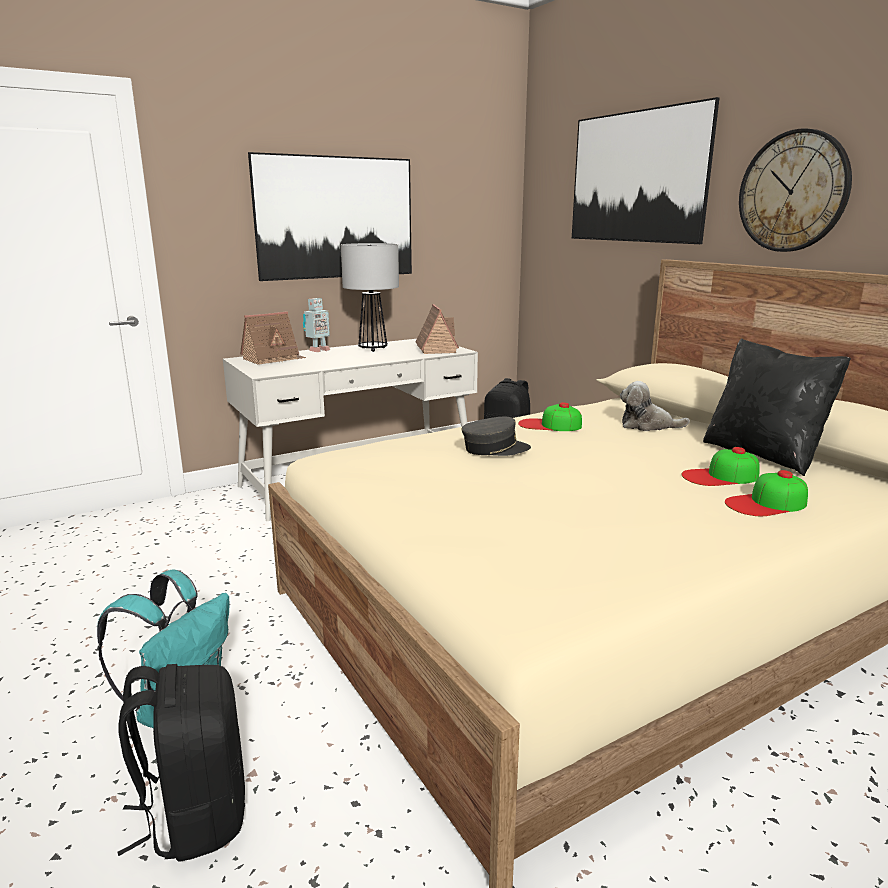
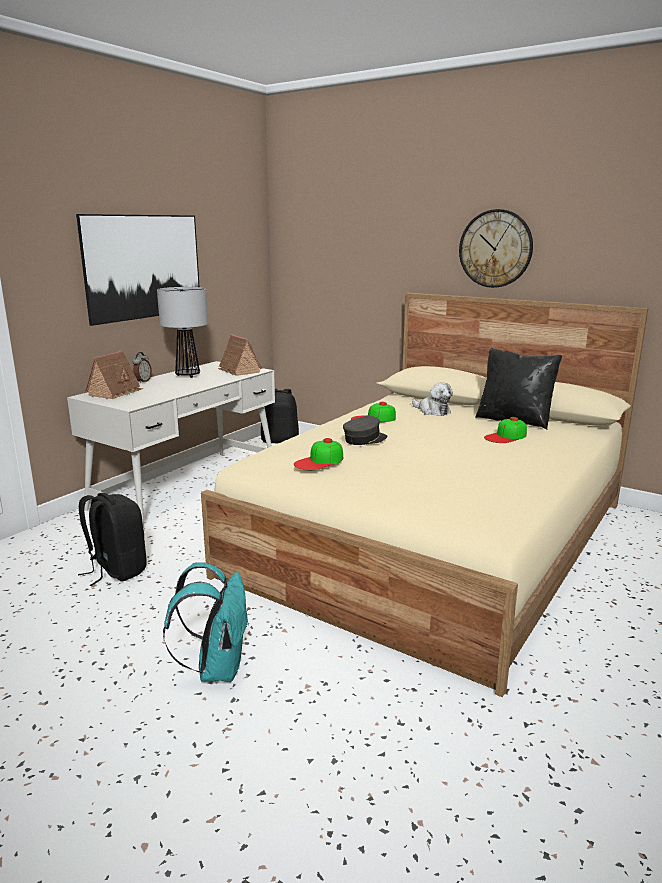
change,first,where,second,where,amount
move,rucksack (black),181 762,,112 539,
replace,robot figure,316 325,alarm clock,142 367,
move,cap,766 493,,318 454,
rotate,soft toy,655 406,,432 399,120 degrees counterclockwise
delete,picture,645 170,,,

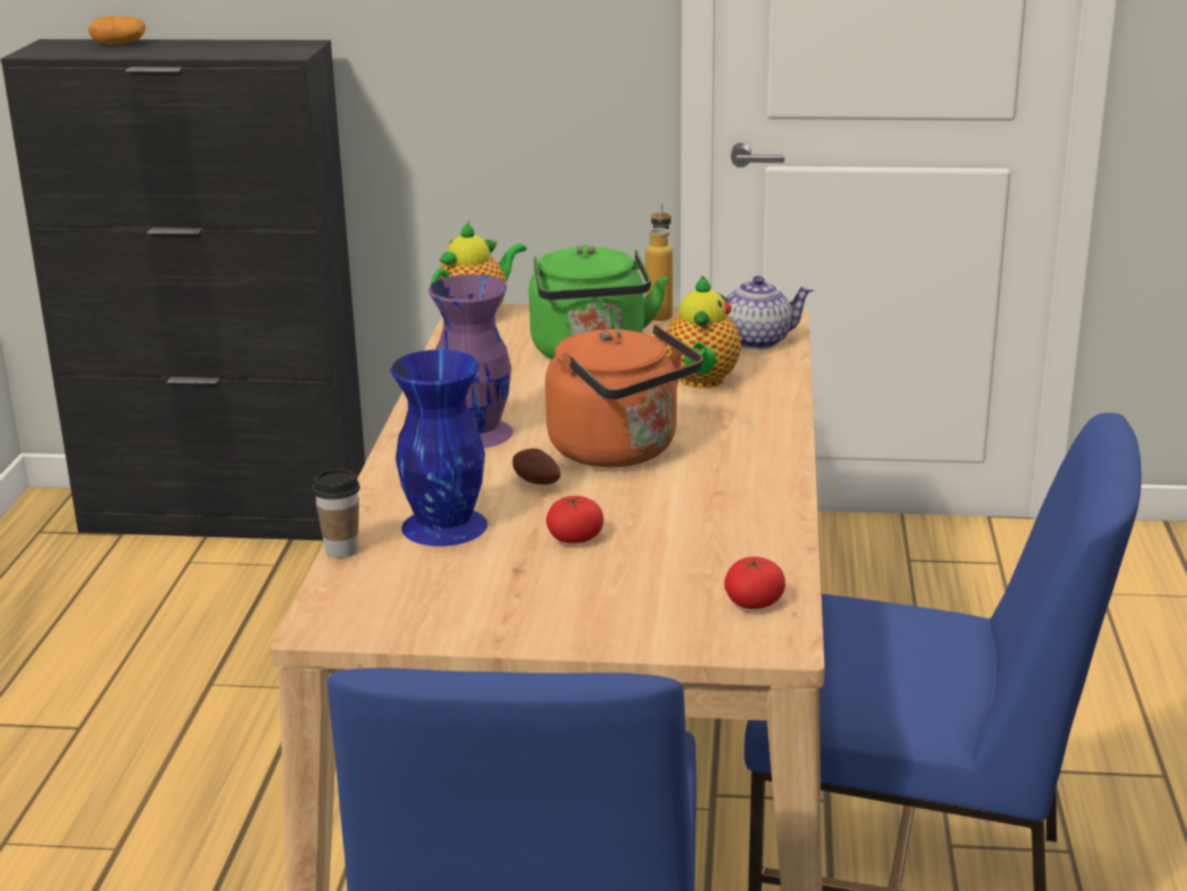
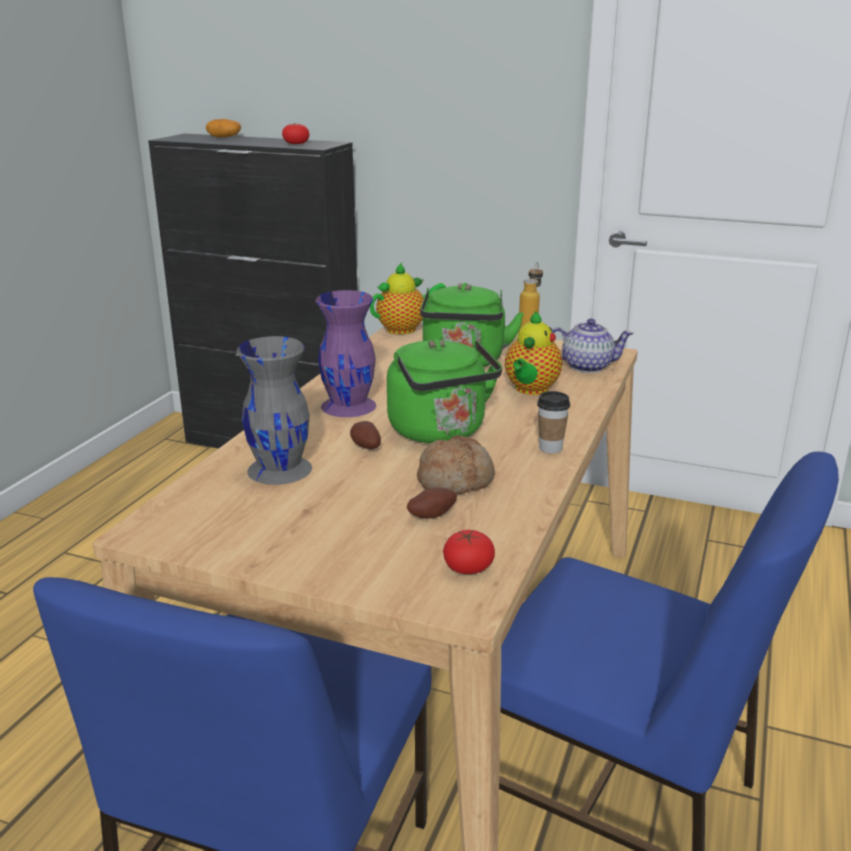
change,first,where,second,where,amount
recolor,flower vase (blue),439 448,flower vase (grey),274 410,
move,tomato,575 519,,295 133,
recolor,water kettle (orange),624 395,water kettle (greenish),444 391,
insert,,,spud,432 503,
insert,,,bread,456 464,
move,cup,336 513,,553 422,

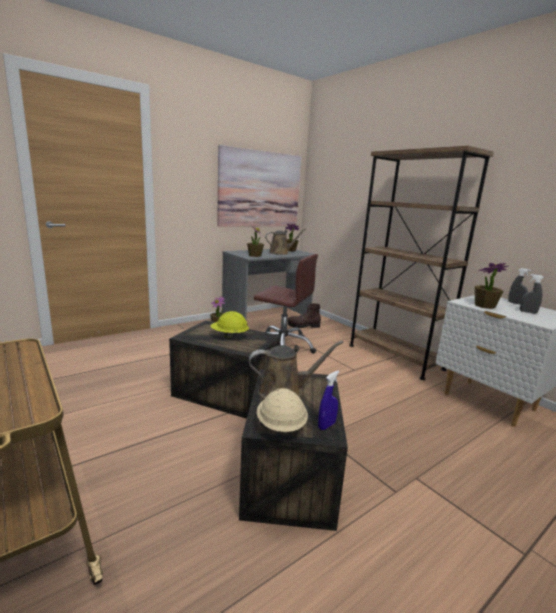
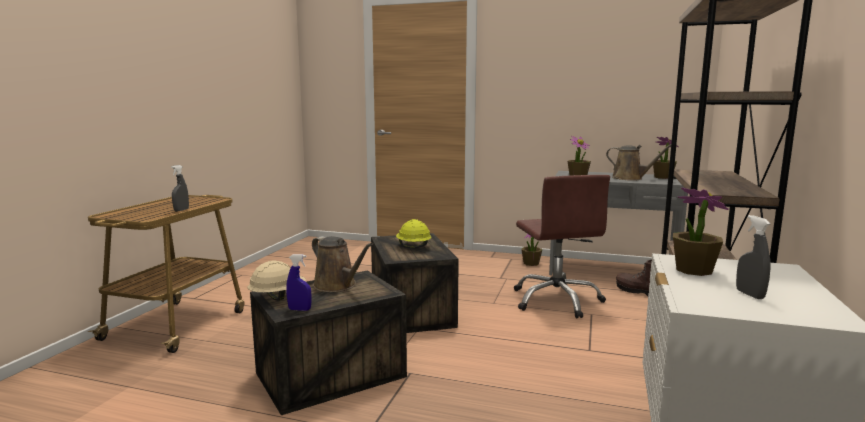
change,first,where,second,where,amount
move,sprayer (grey),519 286,,180 188,
delete,picture,259 186,,,

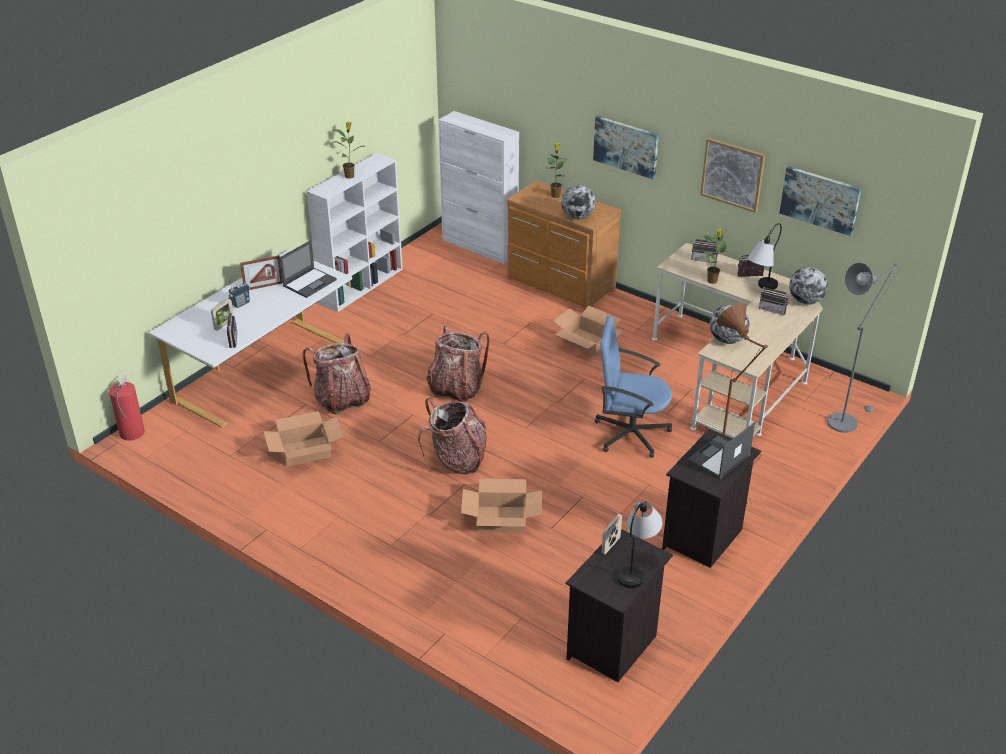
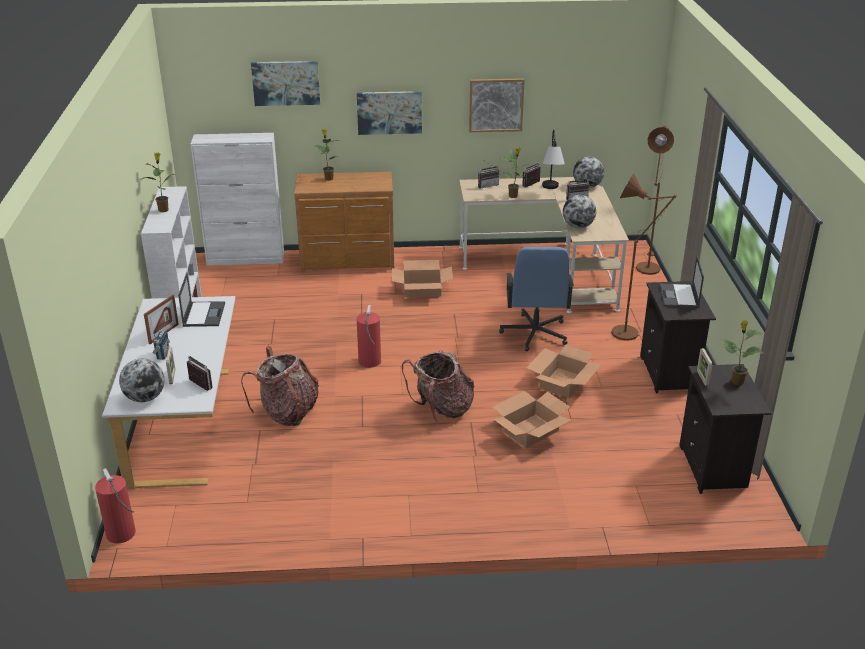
change,first,where,second,where,amount
move,globe,578 202,,142 380,
move,picture,820 201,,285 83,
replace,rucksack,458 364,fire extinguisher,369 336,
rotate,computer chair (blue),633 387,,536 299,60 degrees counterclockwise
move,cardboard box,303 439,,564 371,
recolor,standard lamp (grey),863 348,standard lamp (brownish),655 200,
replace,tabletop lamp,640 544,houseplant,742 352,

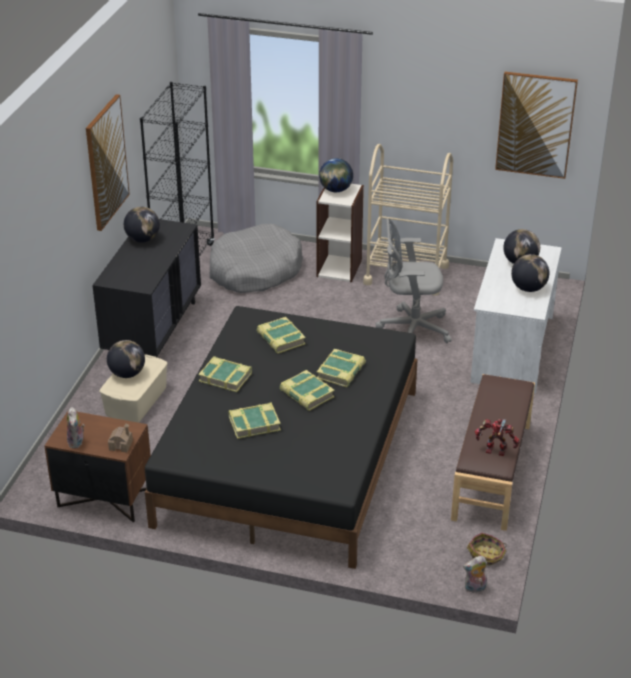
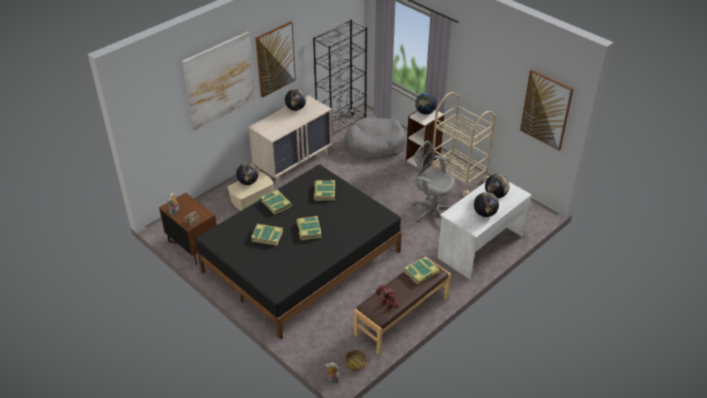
change,first,where,second,where,amount
insert,,,picture,219 80,
recolor,dresser (black),146 288,dresser (beige),290 139,
move,book,341 368,,422 270,

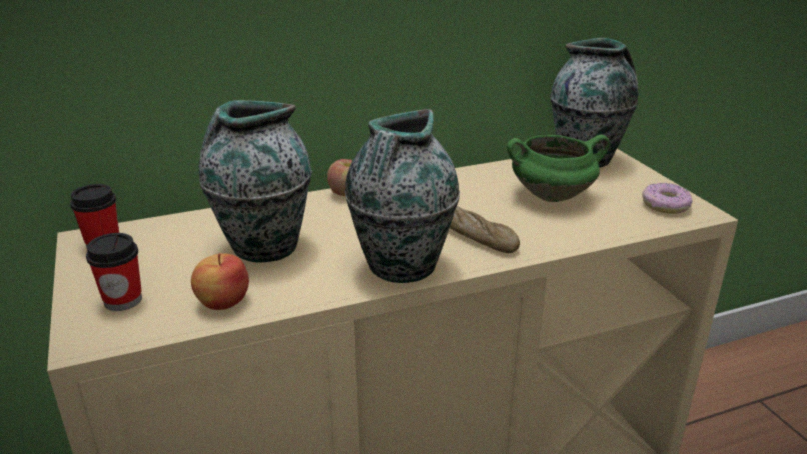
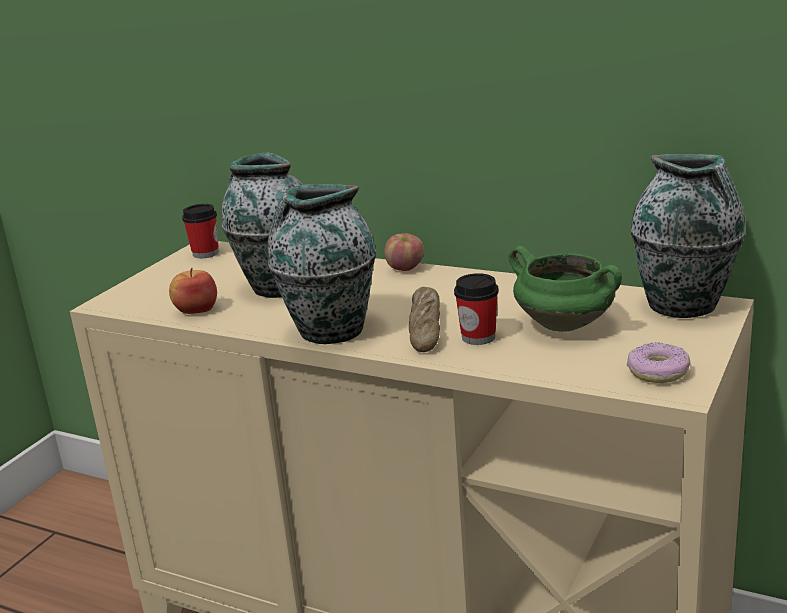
change,first,where,second,where,amount
move,cup,114 272,,476 309,

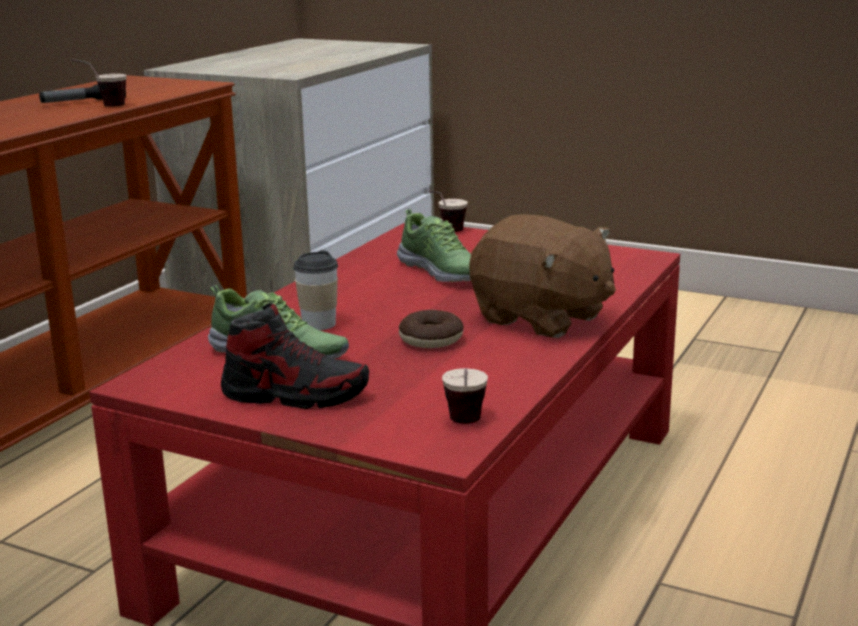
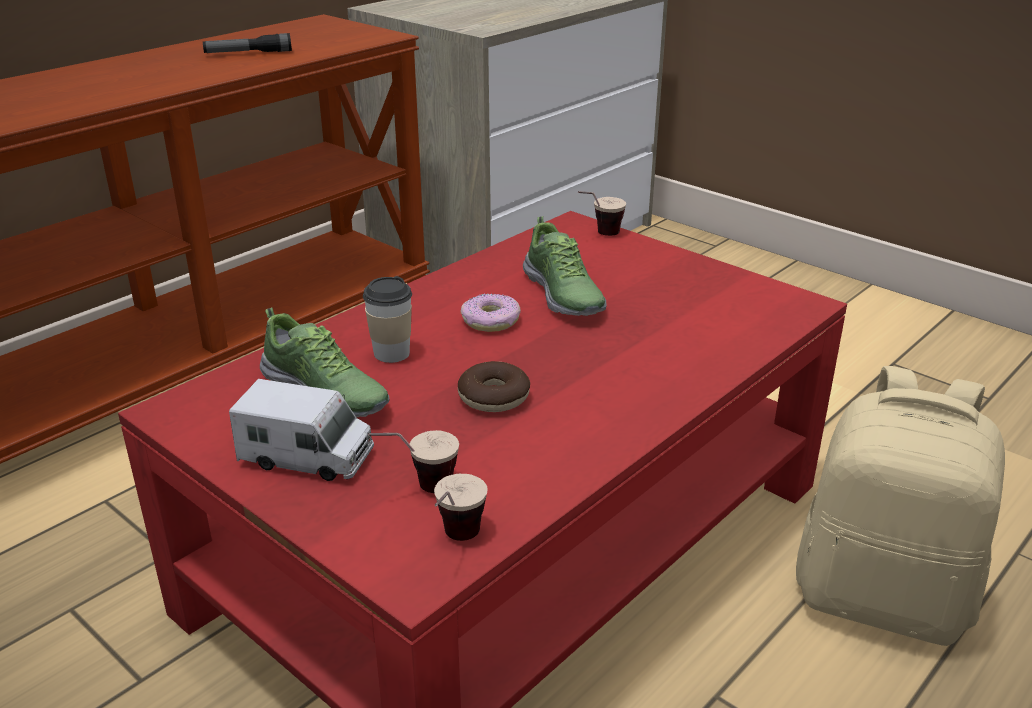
change,first,where,second,where,amount
replace,low shoe,295 356,model truck,301 430,
move,cup,99 82,,413 461,
insert,,,ring doughnut,491 312,
insert,,,rucksack (beige),900 506,
delete,soft toy (brownish),542 276,,,

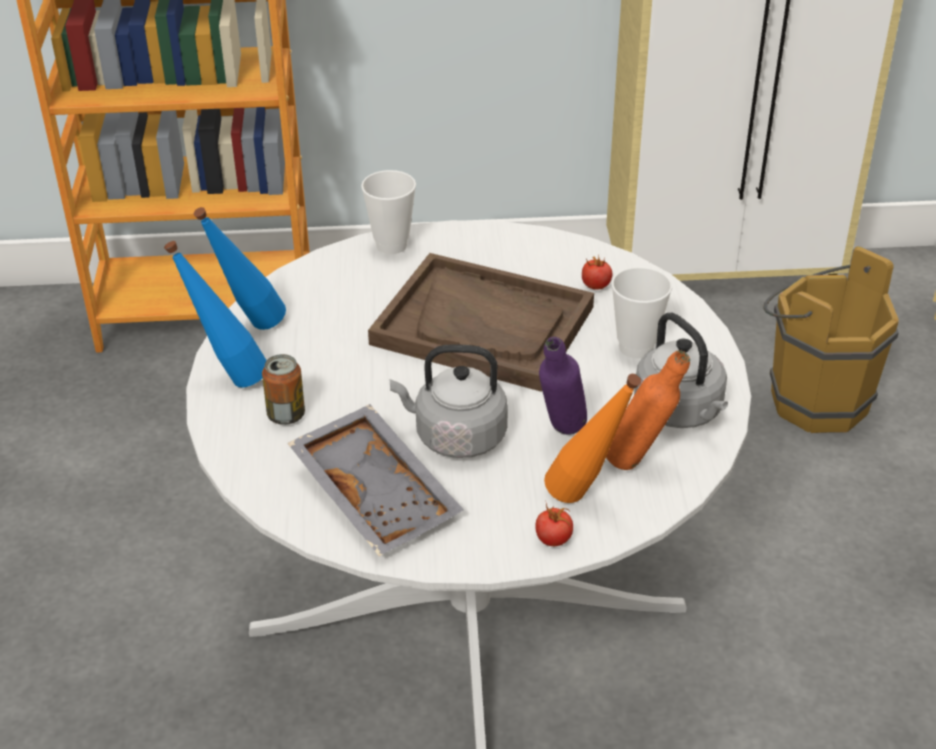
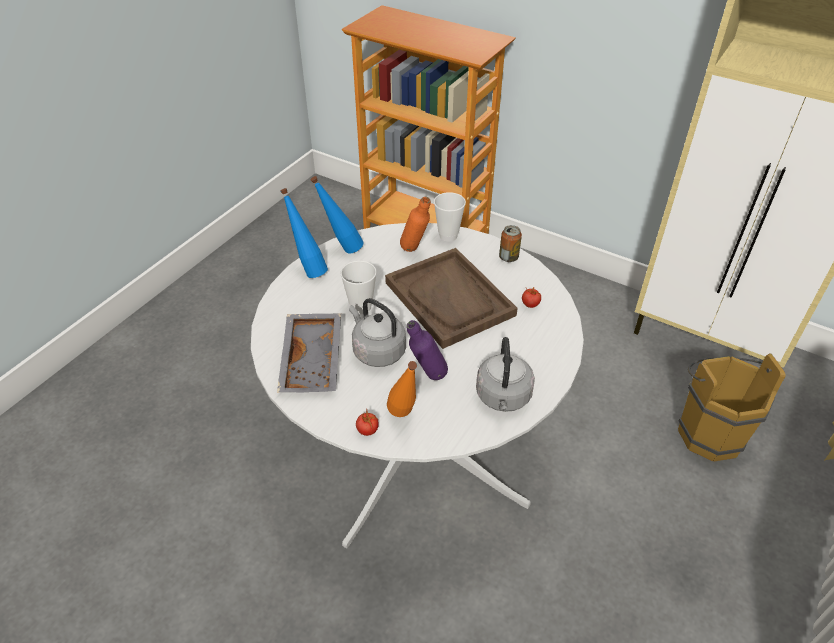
change,first,where,second,where,amount
move,cup,642 313,,359 287,
move,drink bottle (orange),648 410,,415 224,
move,metal can,283 389,,510 243,

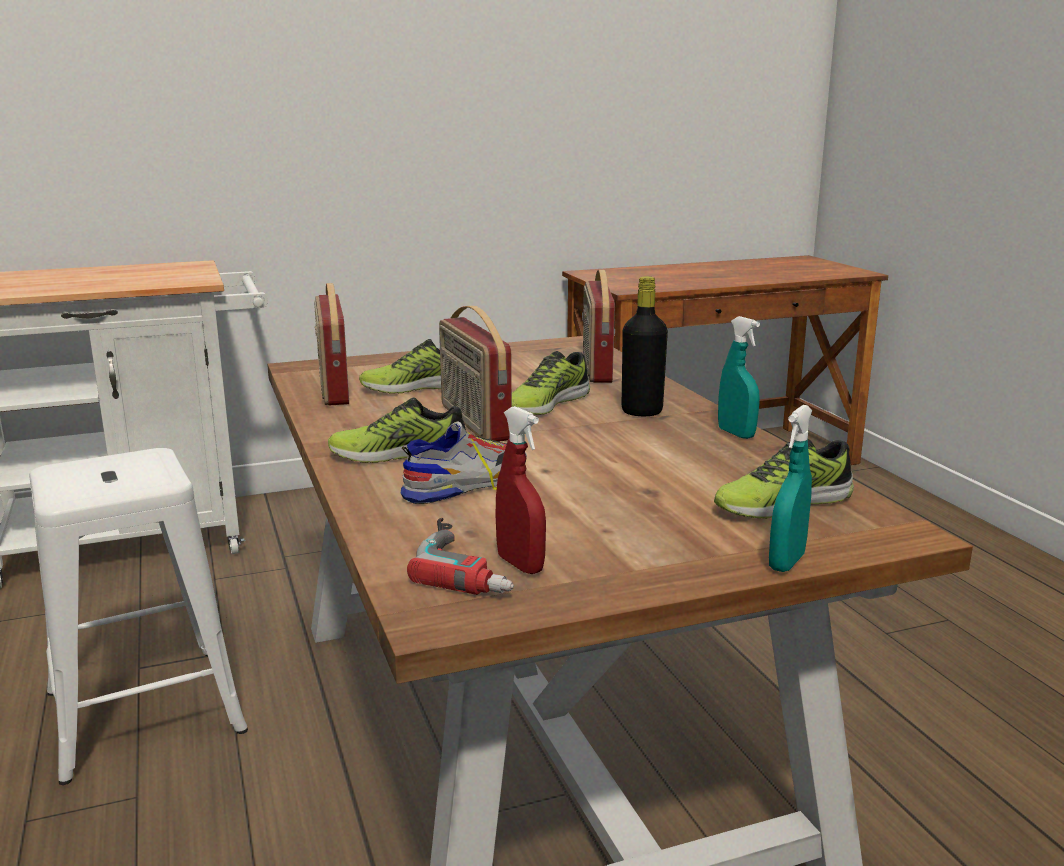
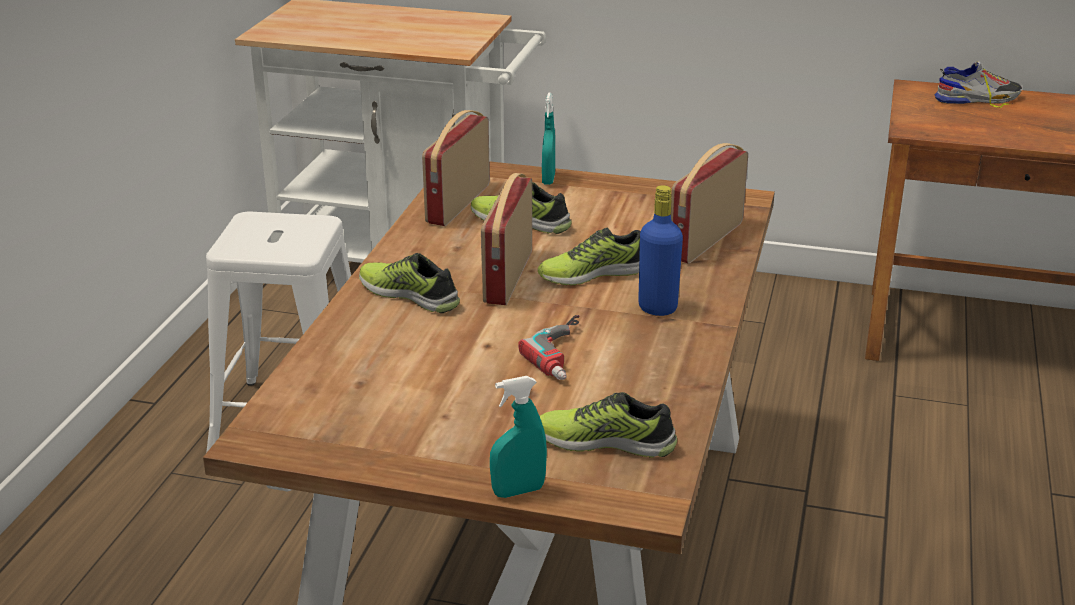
change,first,where,second,where,amount
move,drill,460 556,,549 347,
move,sprayer (turquoise-coloured),739 377,,548 139,
recolor,drink bottle (black),645 346,drink bottle (blue),660 250,
move,low shoe,464 463,,978 84,
delete,sprayer (red),521 490,,,

